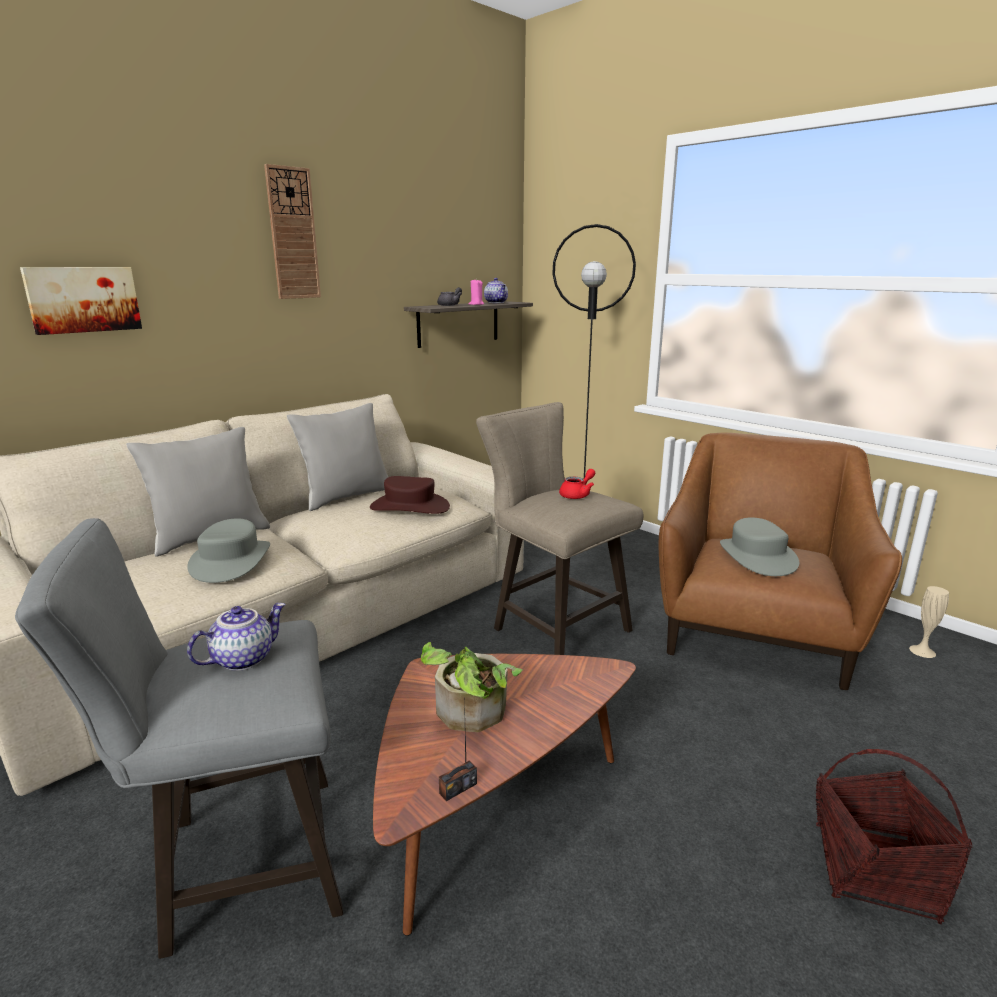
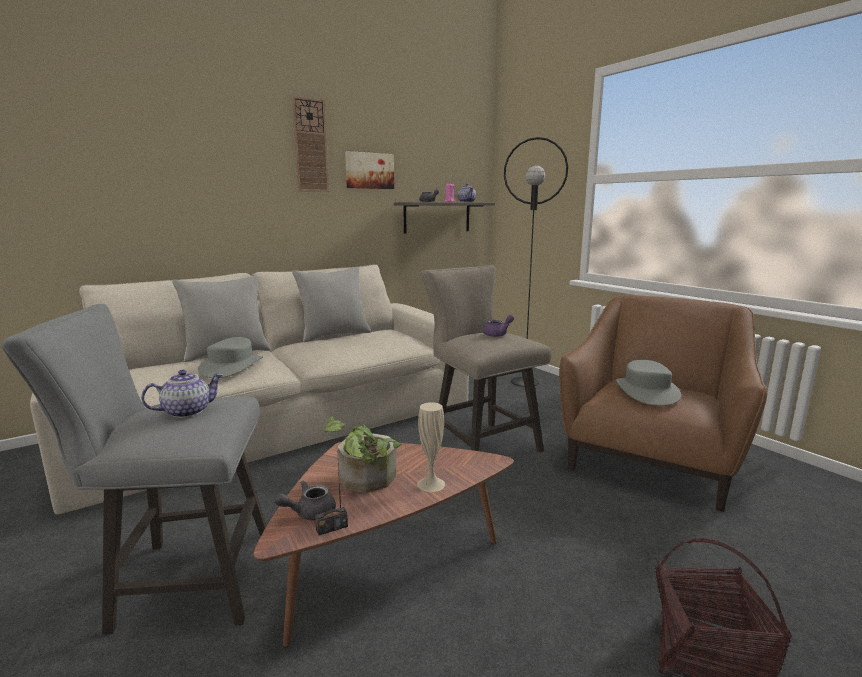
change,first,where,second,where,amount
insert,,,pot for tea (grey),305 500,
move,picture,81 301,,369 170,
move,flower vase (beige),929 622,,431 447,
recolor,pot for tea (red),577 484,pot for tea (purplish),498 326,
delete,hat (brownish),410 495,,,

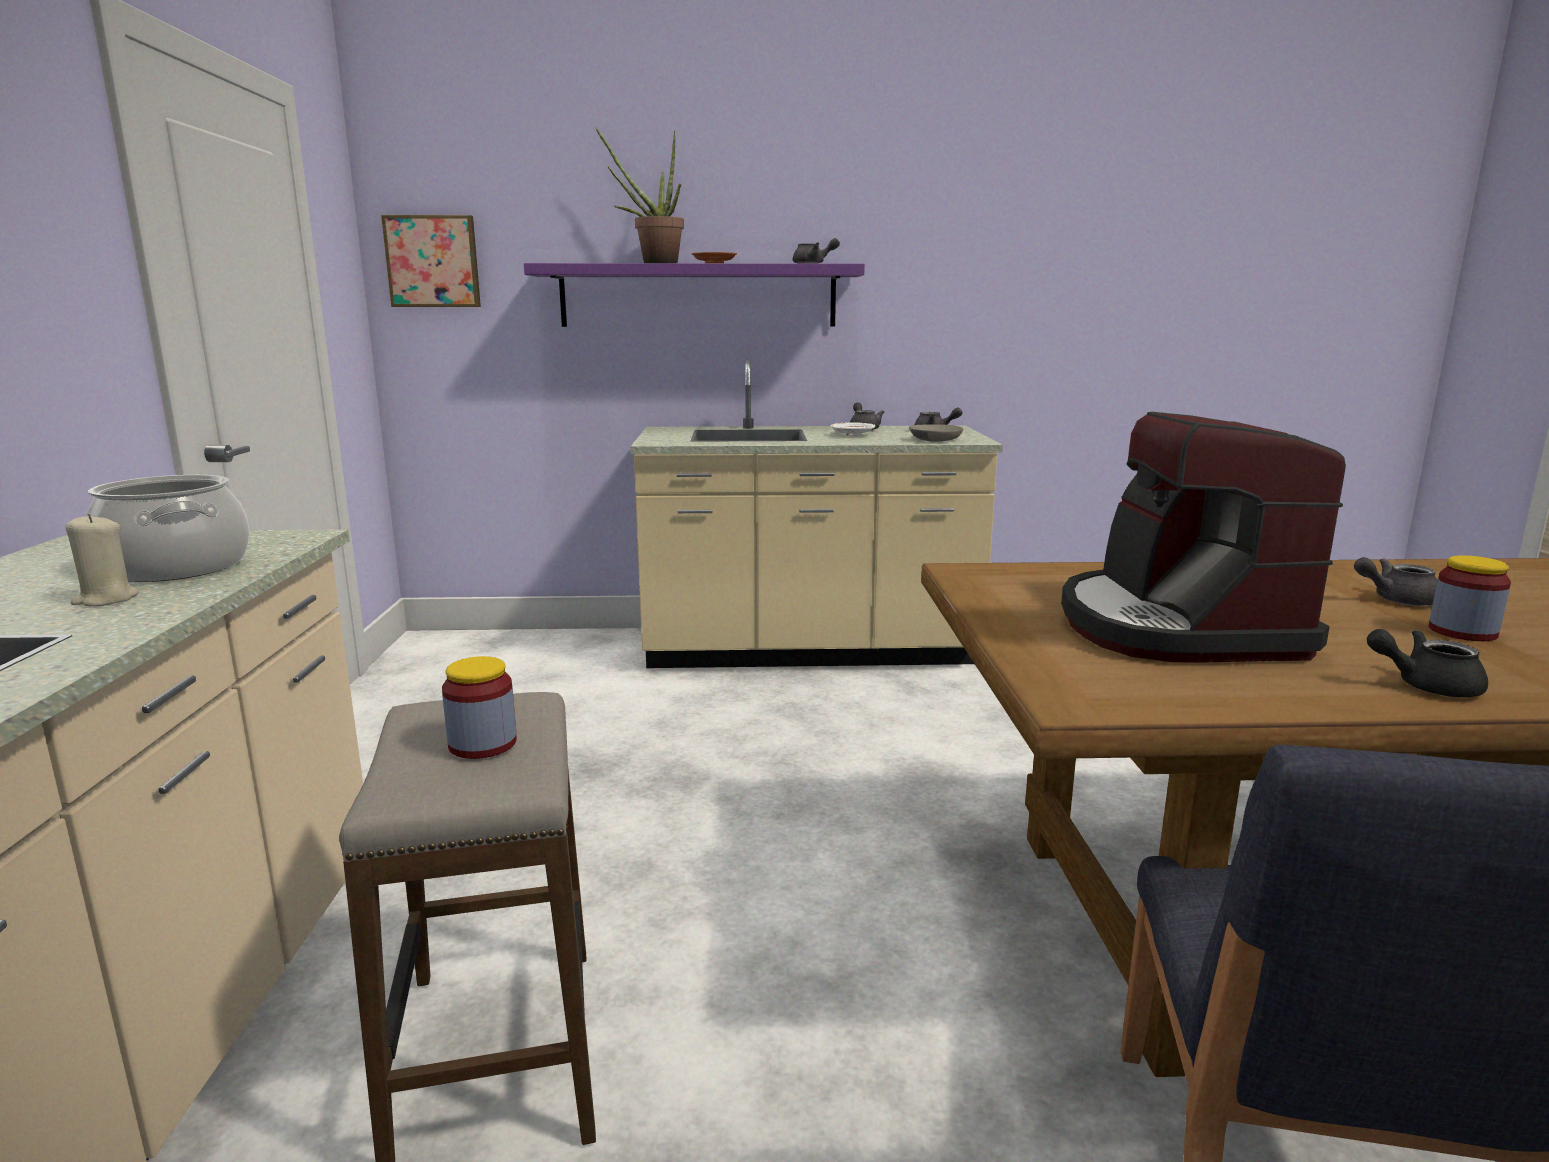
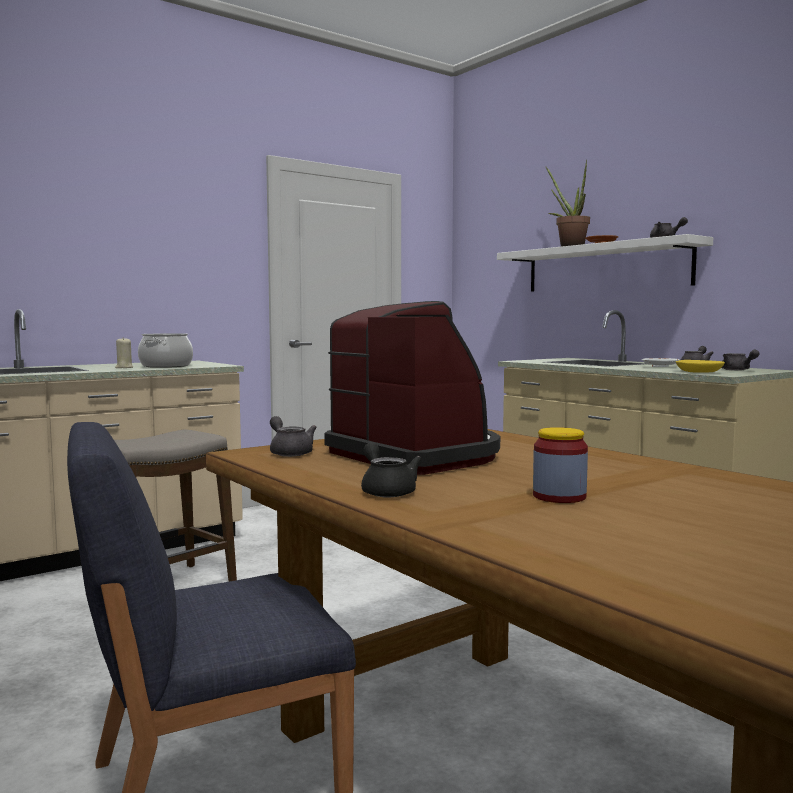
change,first,where,second,where,amount
move,pot for tea (grey),1396 581,,293 436,
rotate,coffee maker,1203 537,,412 388,90 degrees clockwise
recolor,shelf (purplish),694 295,shelf (white),605 263,
recolor,serving bowl (grey),936 433,serving bowl (yellow),700 366,
delete,picture,431 261,,,
delete,jar,479 707,,,

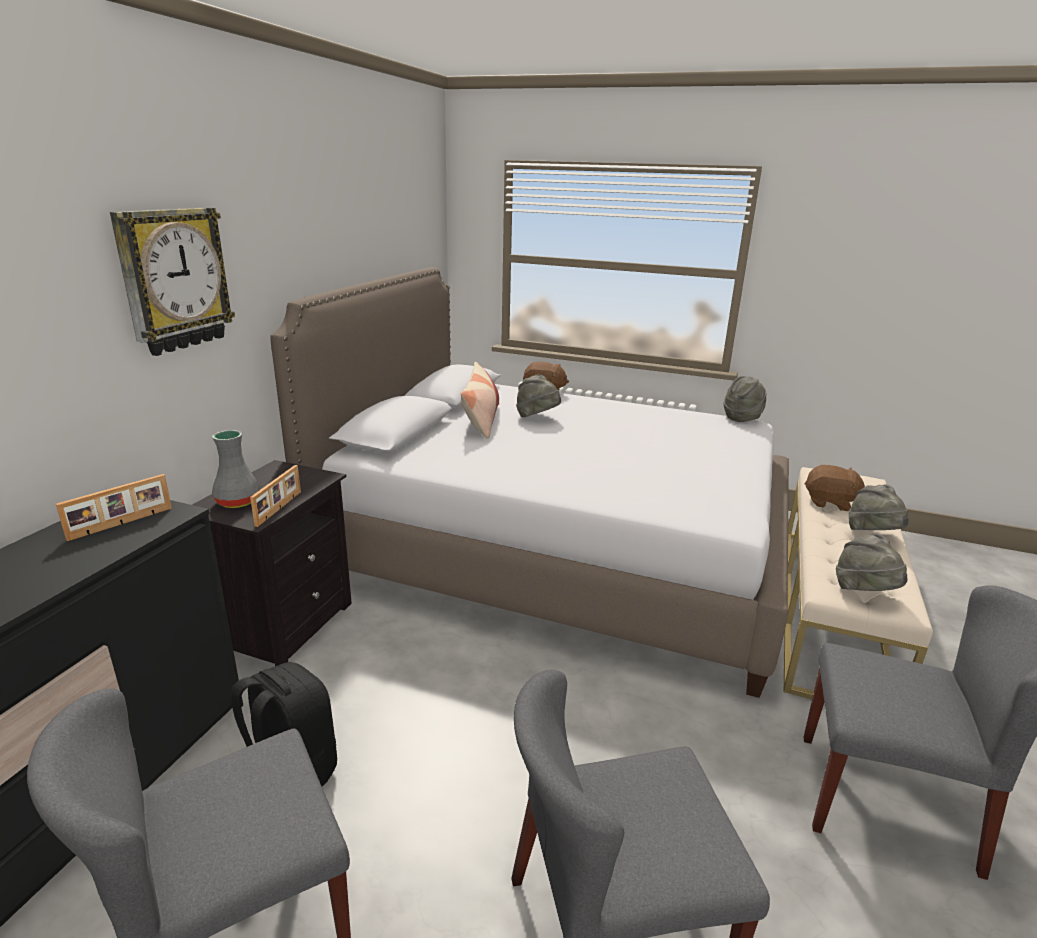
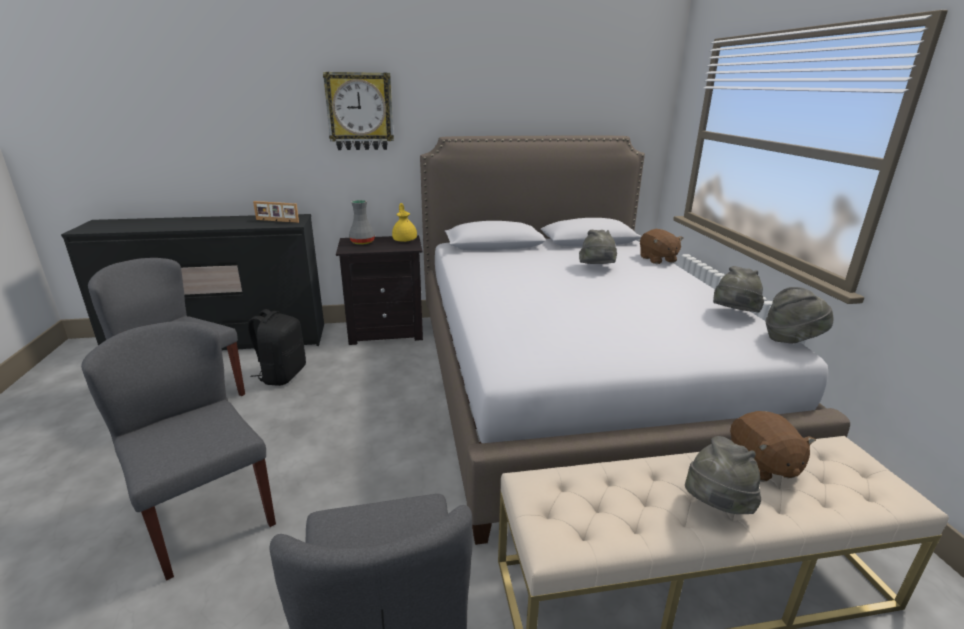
change,first,where,second,where,amount
insert,,,pot for tea (yellow),404 222,
move,hat (grey),871 562,,738 289,
delete,picture frame,275 496,,,
delete,pillow,480 400,,,

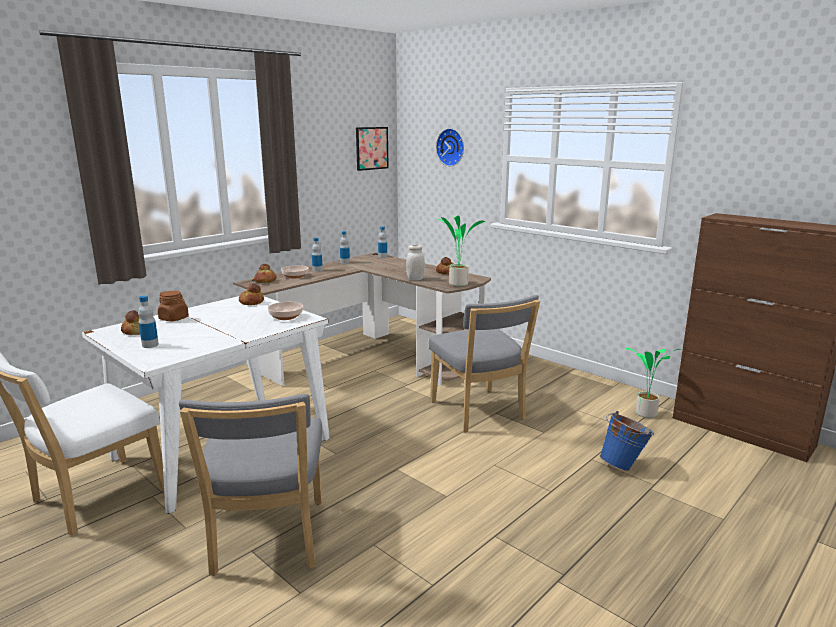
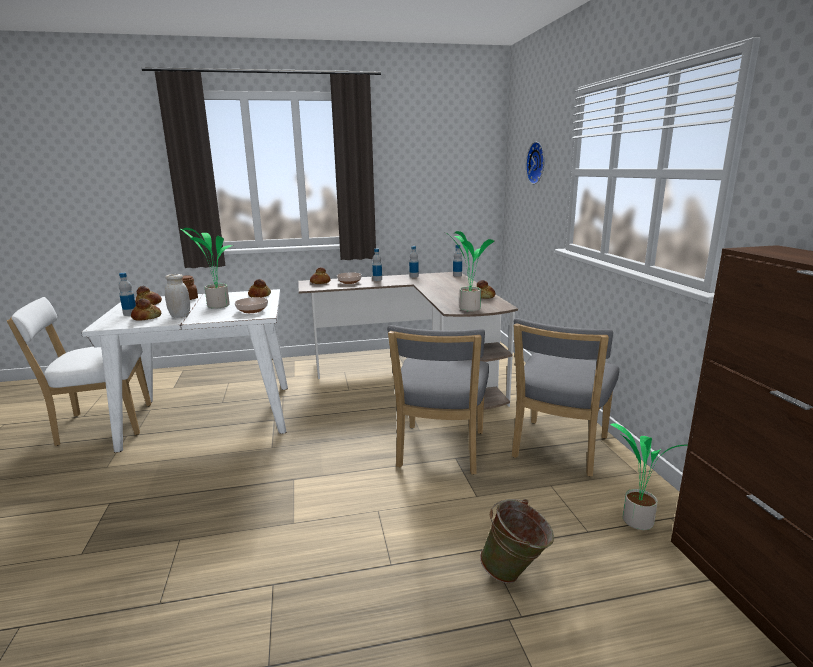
change,first,where,second,where,amount
insert,,,bread,146 309,
move,jar (white),415 262,,177 296,
insert,,,houseplant,206 268,
recolor,water bucket (blue),627 441,water bucket (greenish),517 541,
move,upright chair (grey),250 485,,565 397,
delete,picture,372 149,,,

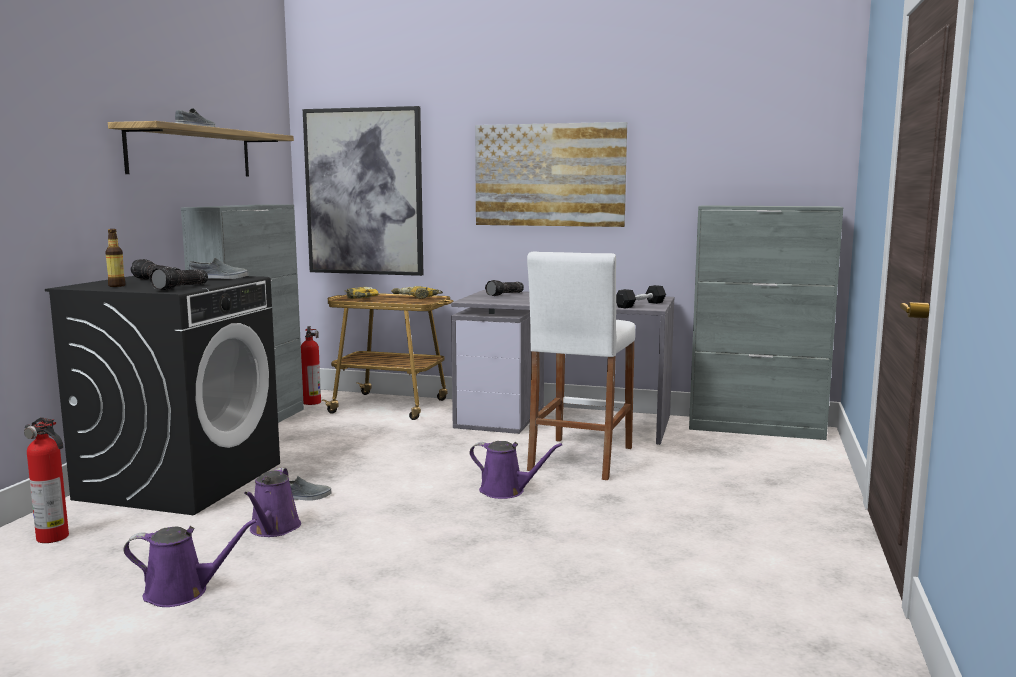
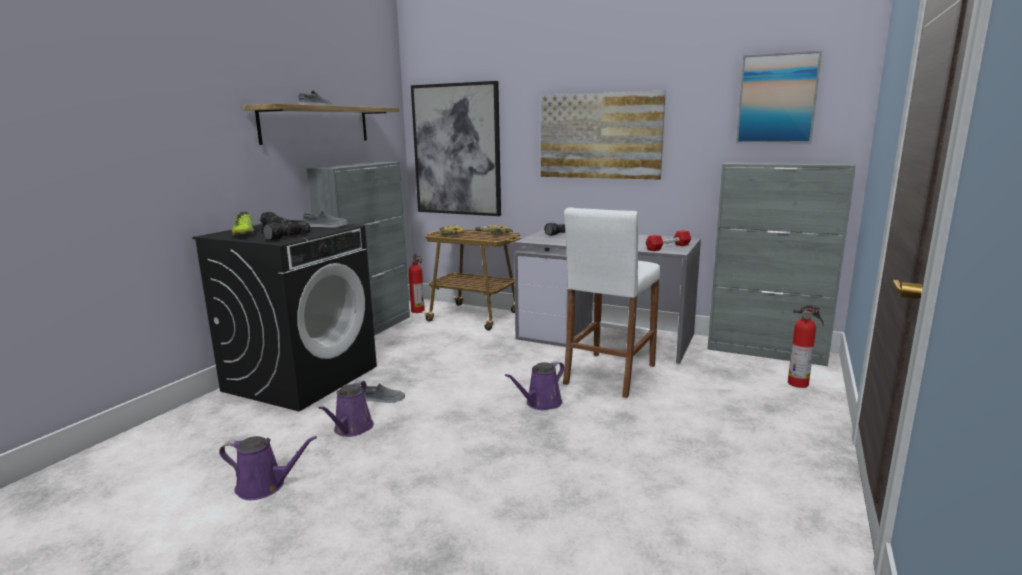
change,first,where,second,where,amount
replace,drink bottle,115 258,low shoe,243 223,
rotate,watering pot (purplish),516 470,,534 385,105 degrees clockwise
recolor,hand weight (black),641 297,hand weight (red),668 240,
insert,,,picture,779 97,
move,fire extinguisher,46 480,,805 346,

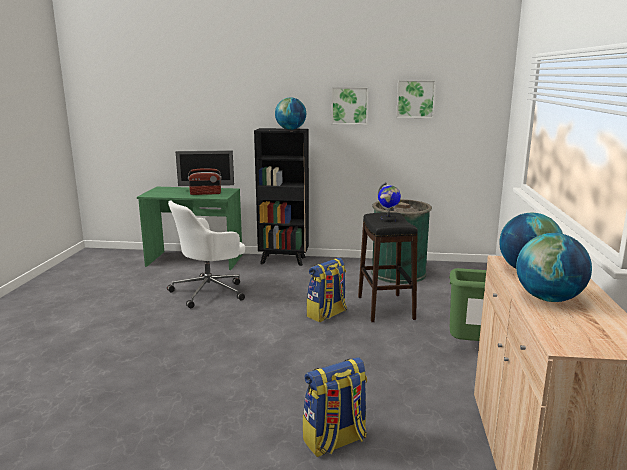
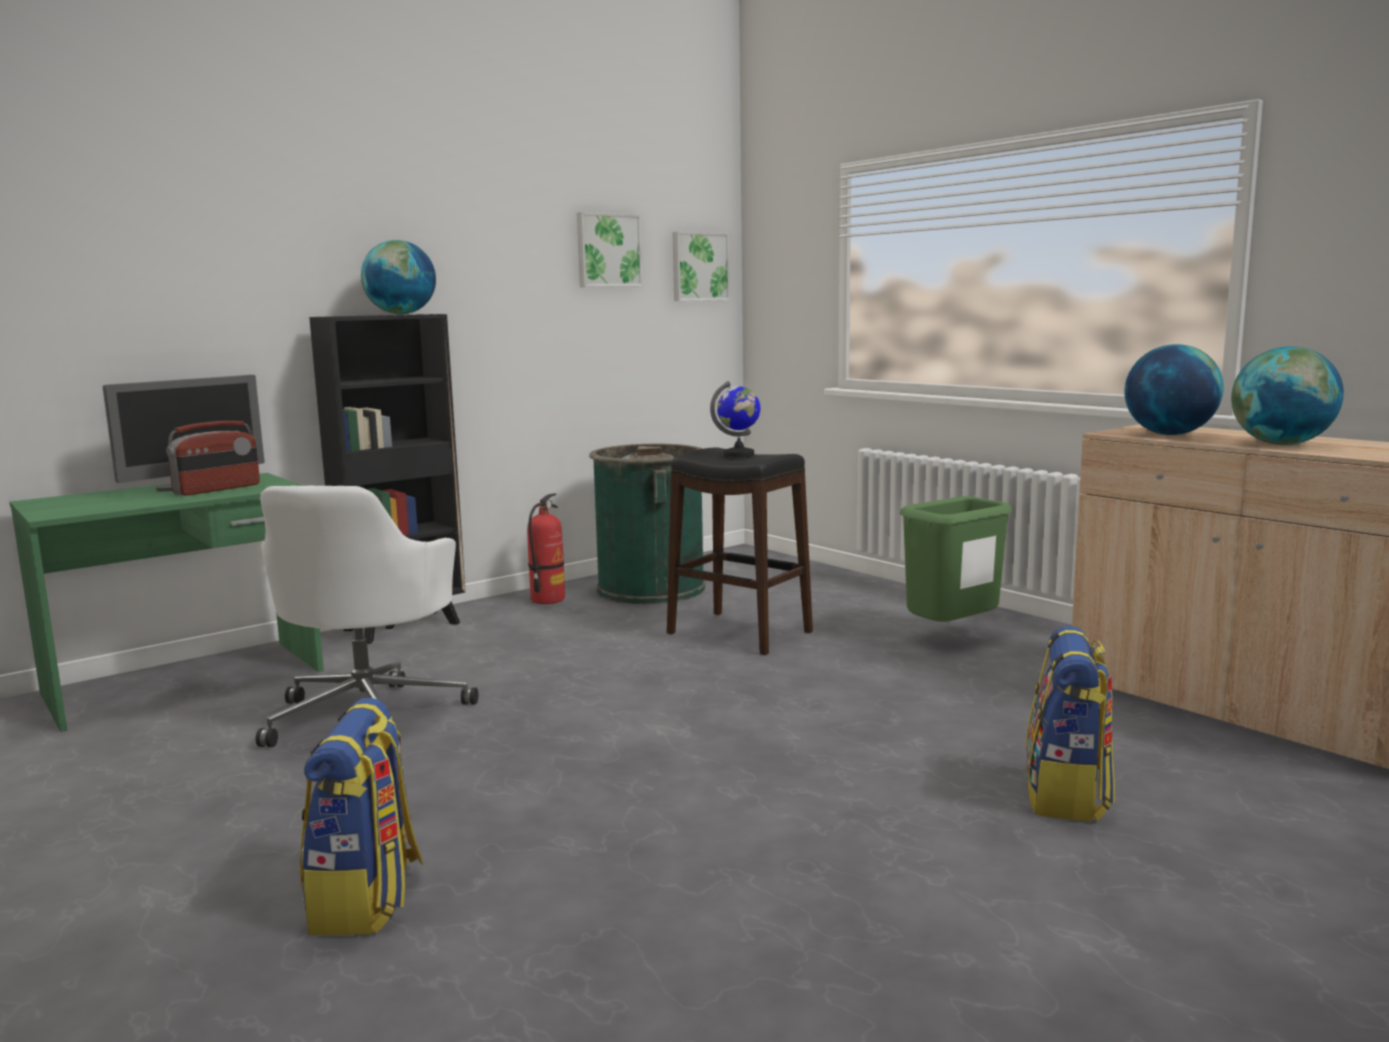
change,first,where,second,where,amount
move,rucksack,327 290,,361 816,
insert,,,fire extinguisher,546 548,
move,picture,350 106,,701 266,

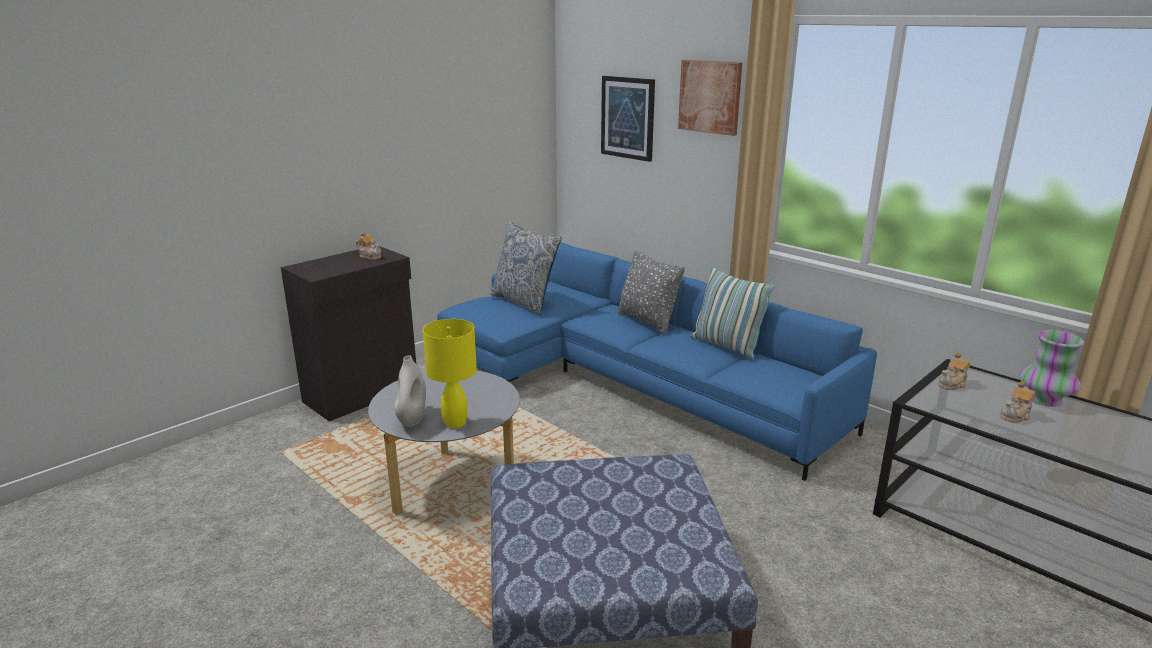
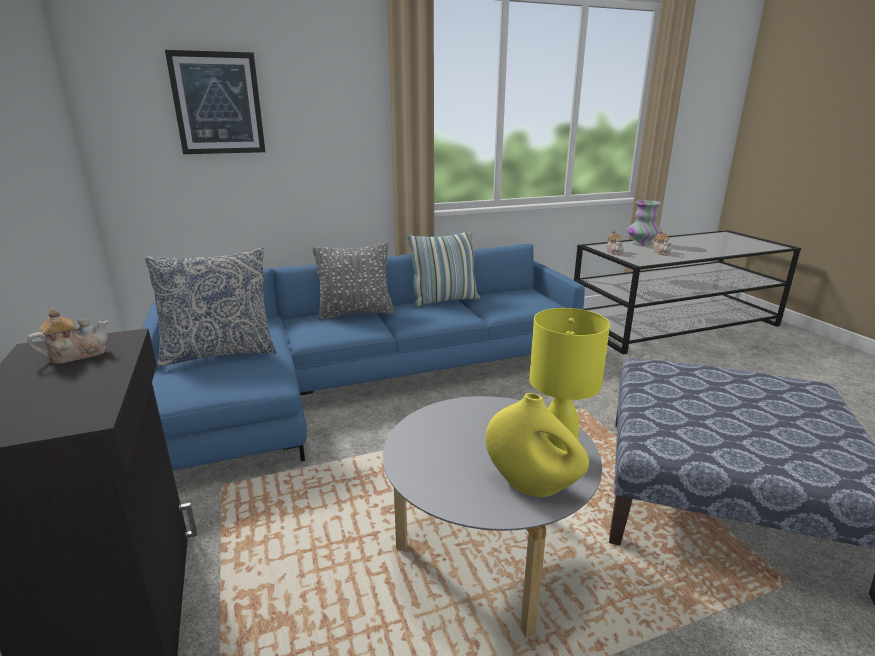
change,first,where,second,where,amount
recolor,flower vase (white),410 391,flower vase (yellow),537 445,
delete,picture,710 98,,,

